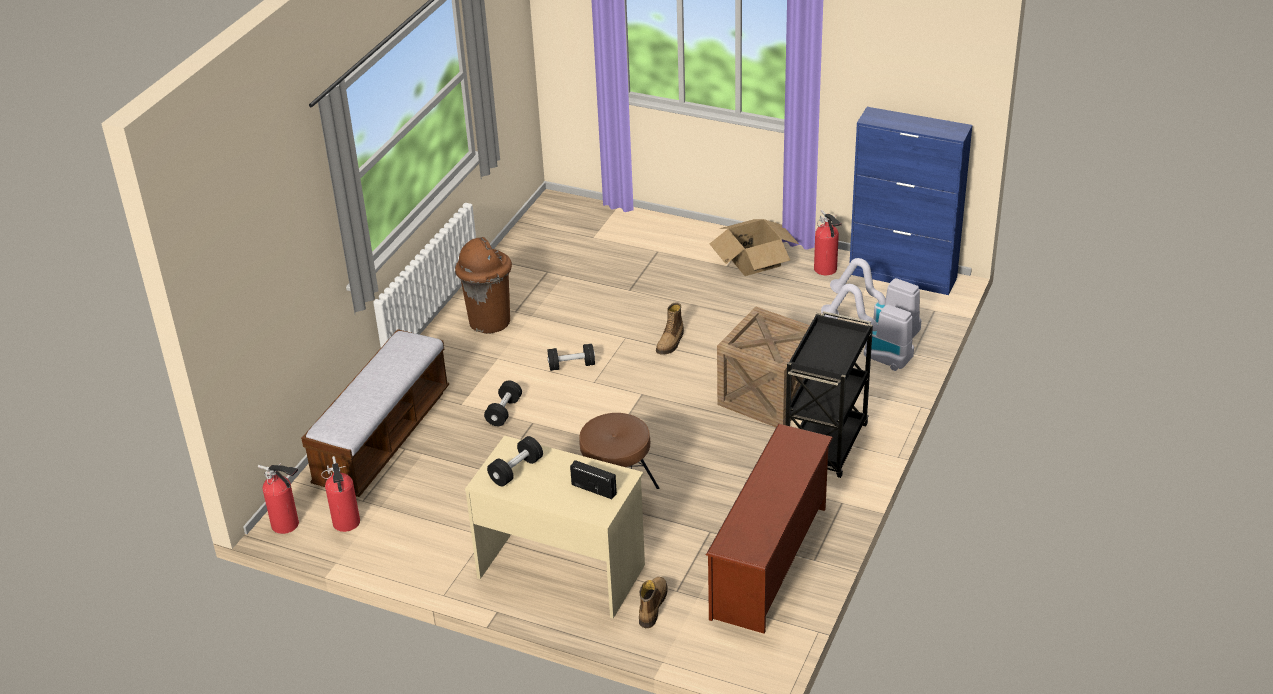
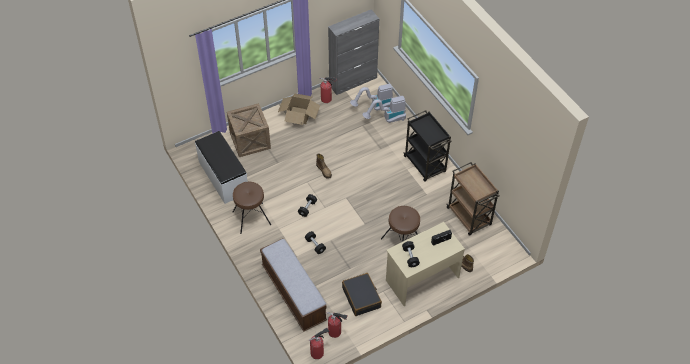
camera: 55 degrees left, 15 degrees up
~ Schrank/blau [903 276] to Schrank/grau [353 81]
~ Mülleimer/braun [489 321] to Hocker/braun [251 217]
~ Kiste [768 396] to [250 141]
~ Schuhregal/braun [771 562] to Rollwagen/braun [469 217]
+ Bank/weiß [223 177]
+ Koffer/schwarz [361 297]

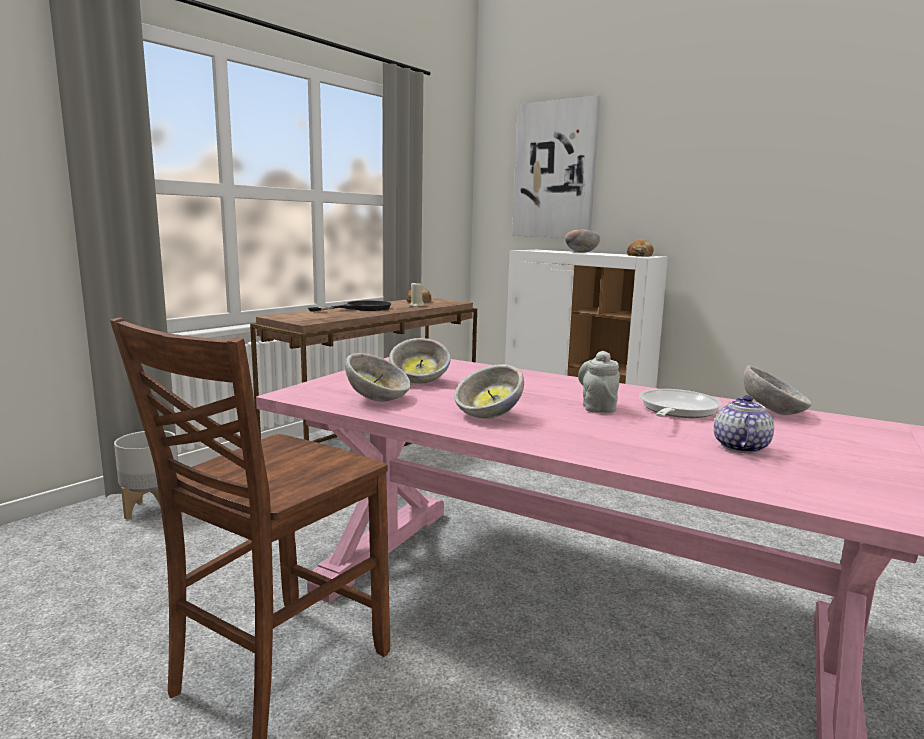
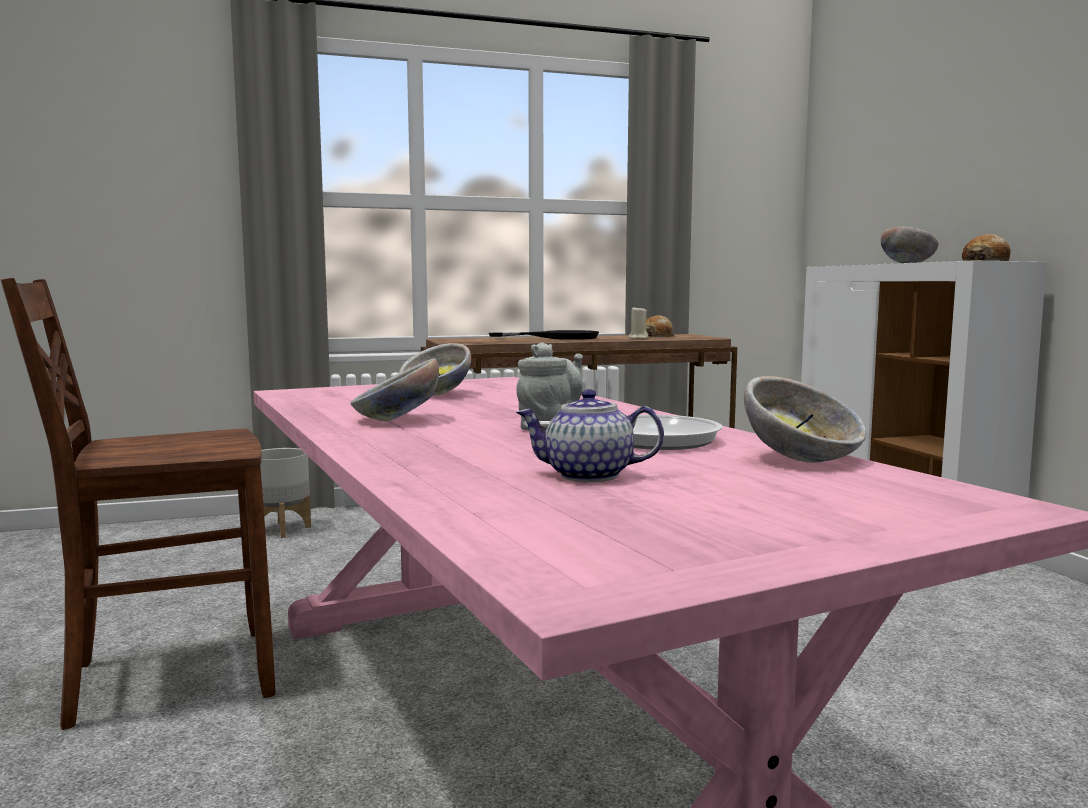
camera: 35 degrees right, 5 degrees down
- Bild [555 170]
- Schüssel [378 399]
~ Teekanne [739 447] = [587 475] 135 degrees counterclockwise

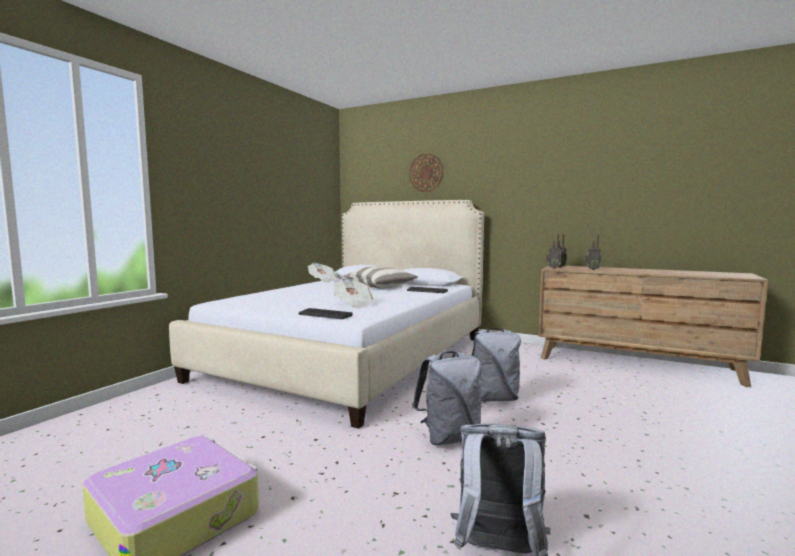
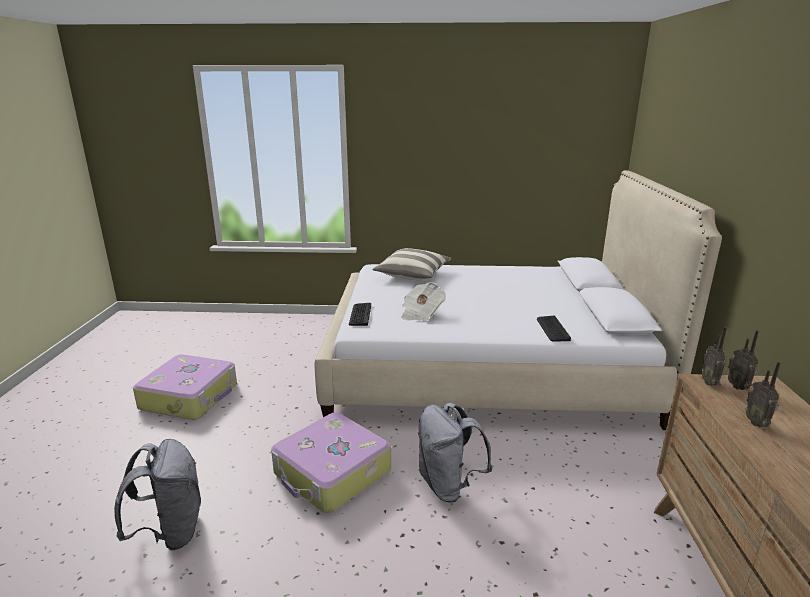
camera: 65 degrees right, 15 degrees up
- Wanduhr [426 172]
- Zeitung [322 281]
~ Kissen [379 287] to [413 274]
~ Rucksack/grau [449 438] to Koffer [332 473]

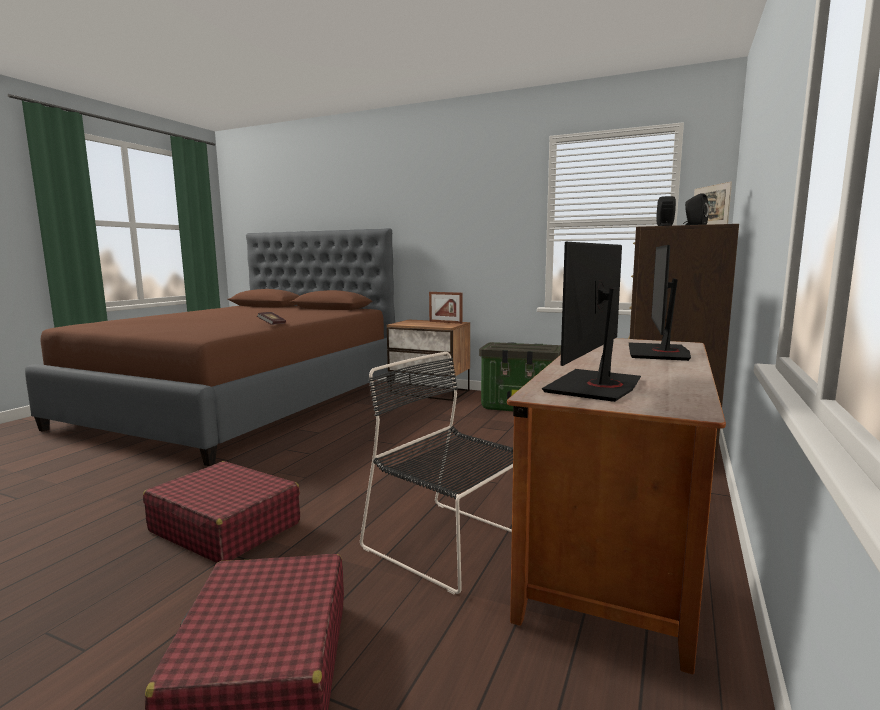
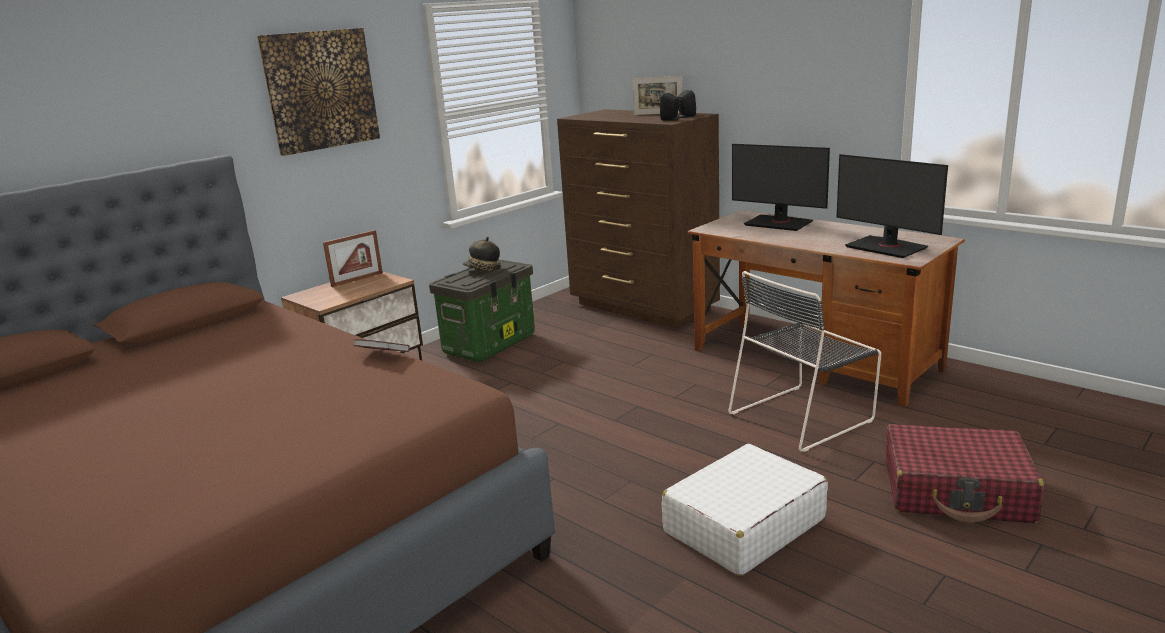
camera: 70 degrees left, 10 degrees up
~ Koffer/rot [225 527] to Koffer/weiß [743 525]
+ Bild [320 90]
+ Hut [482 269]

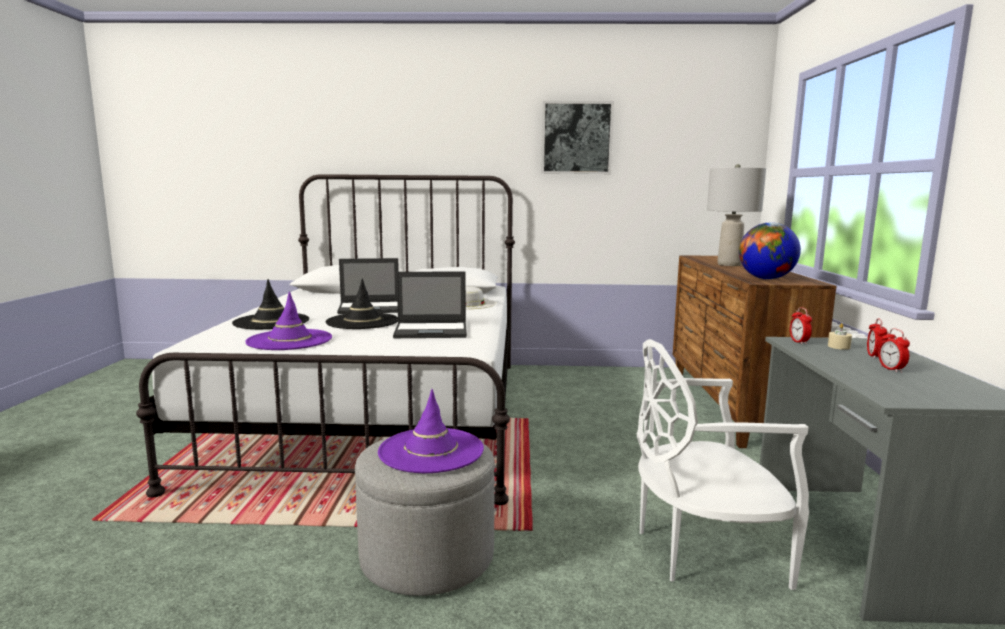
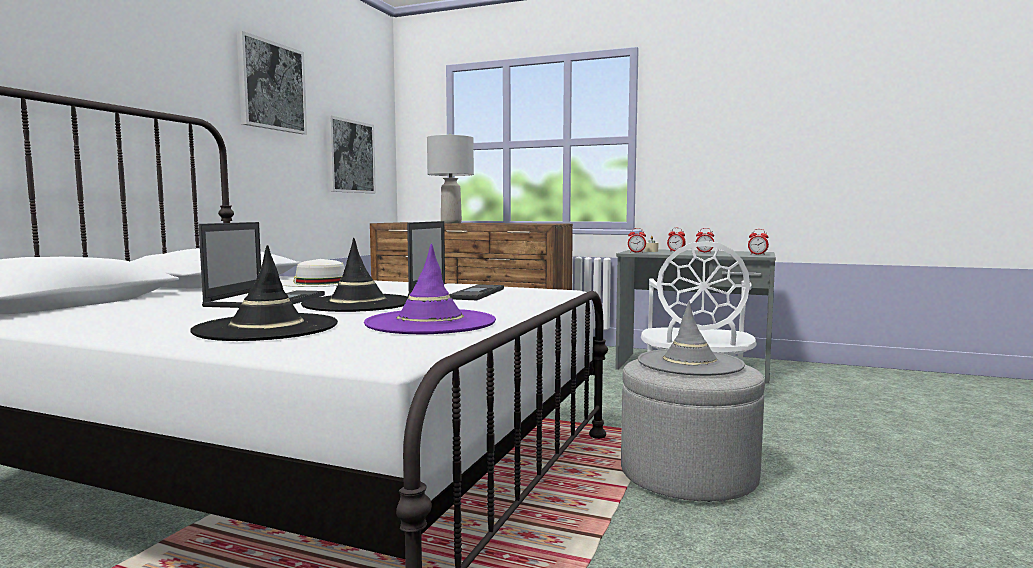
camera: 70 degrees left, 5 degrees down
- Globus [766 279]
~ Hut/lila [431 450] to Hut/grau [690 363]
+ Bild [350 156]
+ Wecker [757 254]

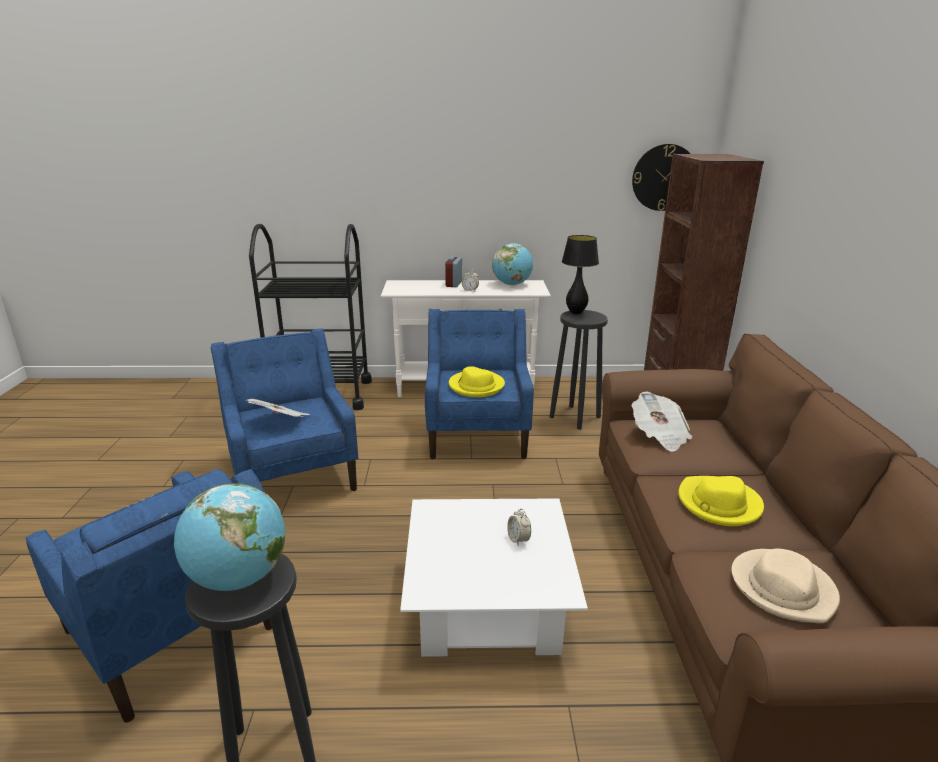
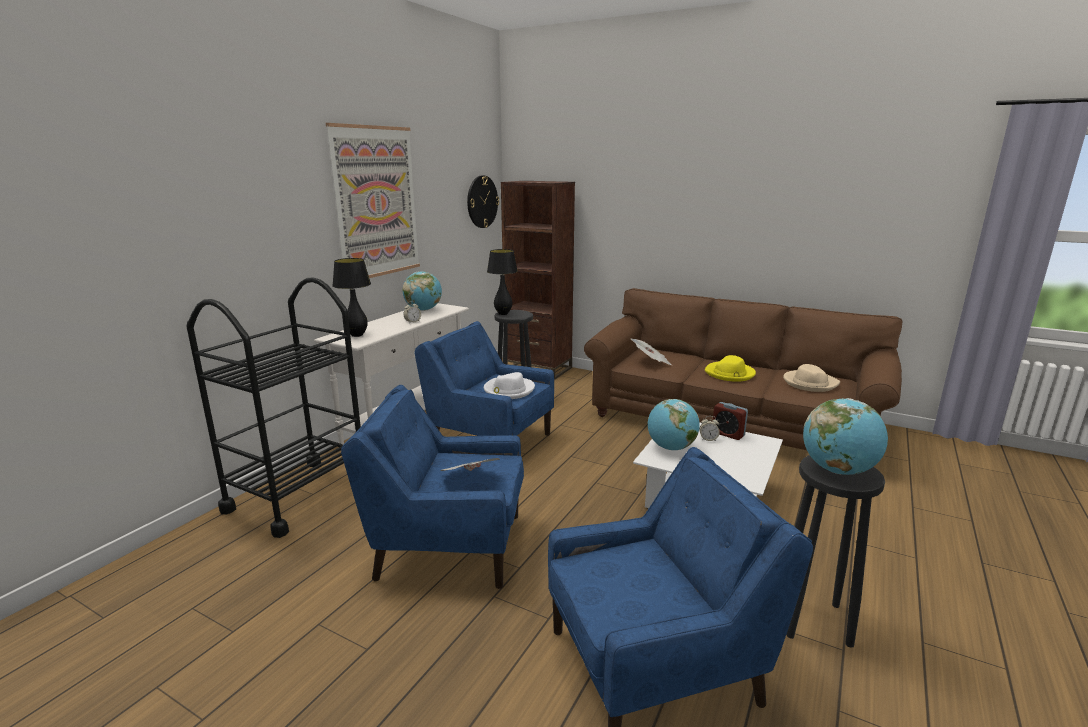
camera: 60 degrees left, 5 degrees down
~ Wecker [453 284] to [728 434]
~ Hut/gelb [476 386] to Hut/weiß [508 390]
+ Bild [376 202]
+ Tischlampe/schwarz [357 335]
+ Globus [671 448]

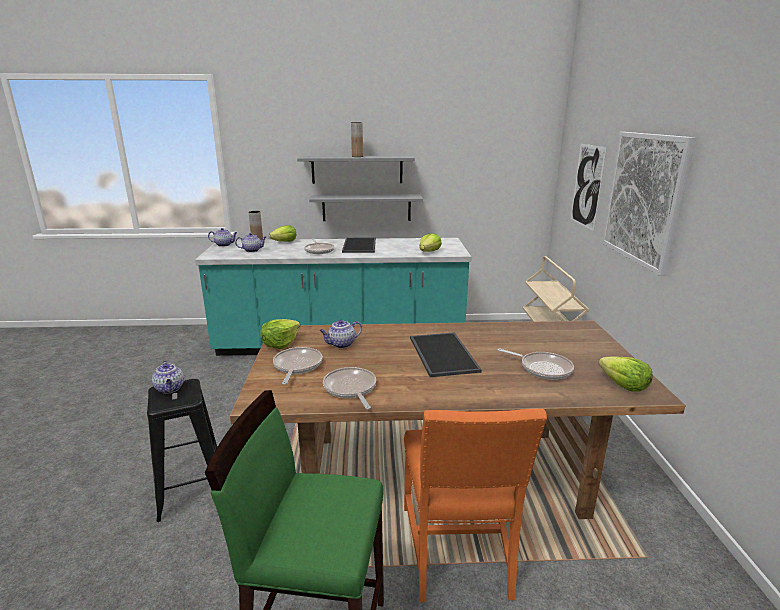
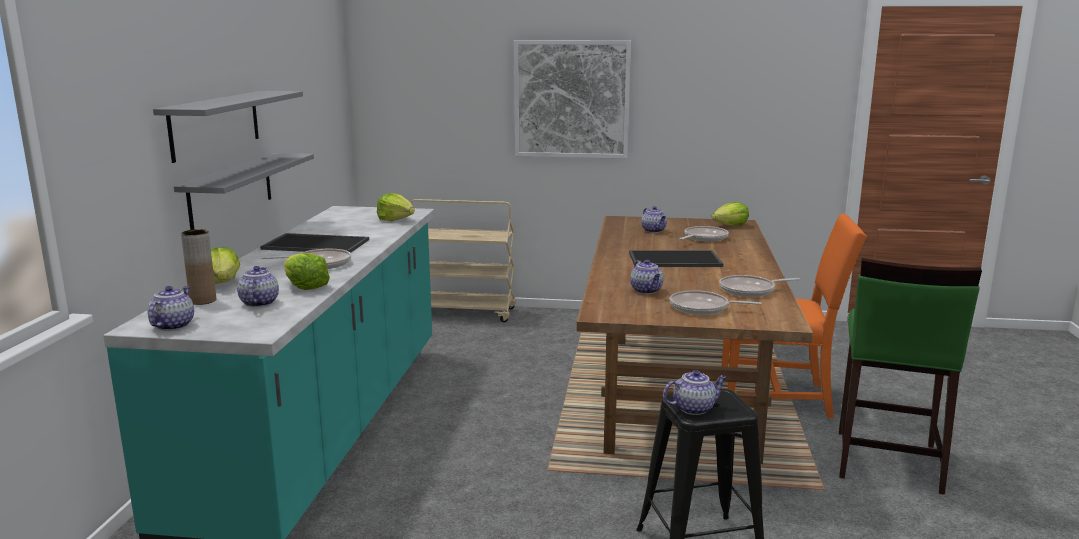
camera: 80 degrees left, 5 degrees down
- Vase/braun [357 156]
- Bild [587 186]
~ Salatkopf [280 343] to [305 286]
+ Teekanne [654 230]

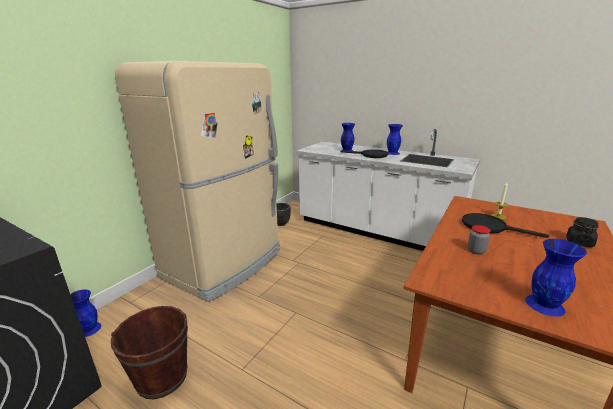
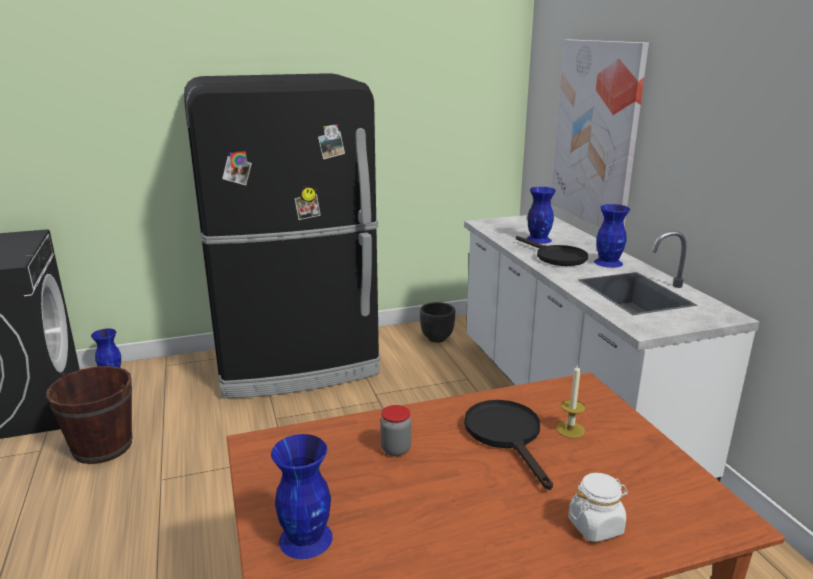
camera: 40 degrees right, 0 degrees up
~ Kühlschrank/beige [225 263] to Kühlschrank/schwarz [297 364]
~ Vorratsglas/schwarz [579 242] to Vorratsglas/weiß [595 526]
+ Bild [596 133]

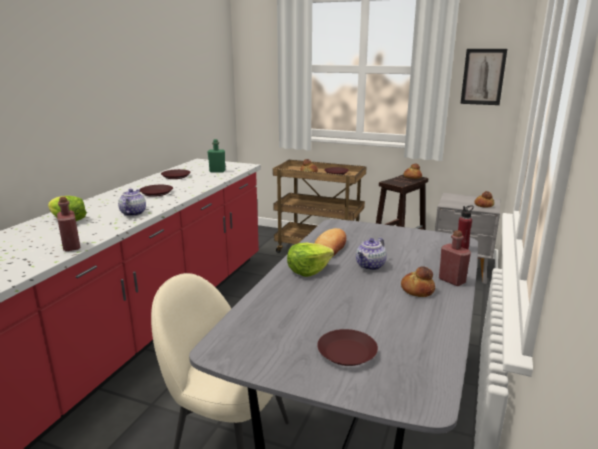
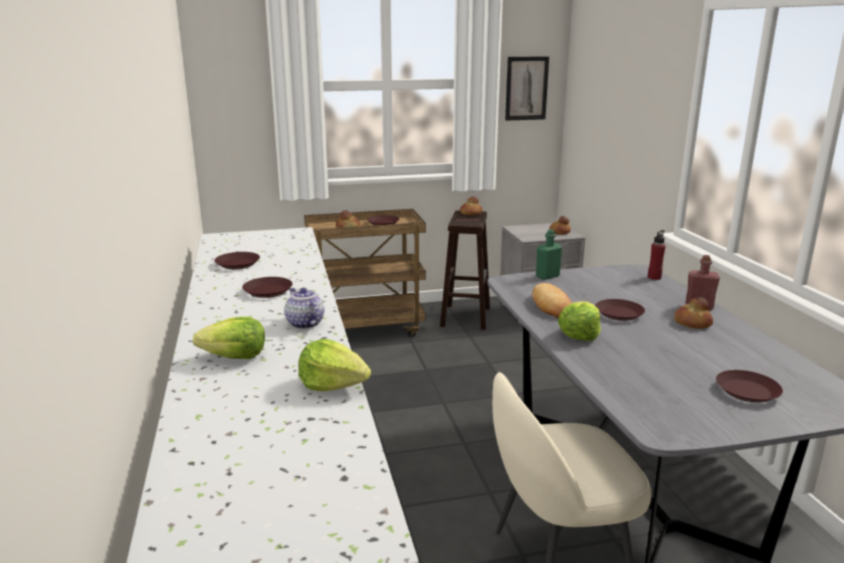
camera: 35 degrees left, 0 degrees up
~ Flasche/grün [217 171] to [547 276]
~ Flasche/rot [71 246] to Salatkopf [333 384]
~ Teekanne [370 266] to Teller/braun [619 314]

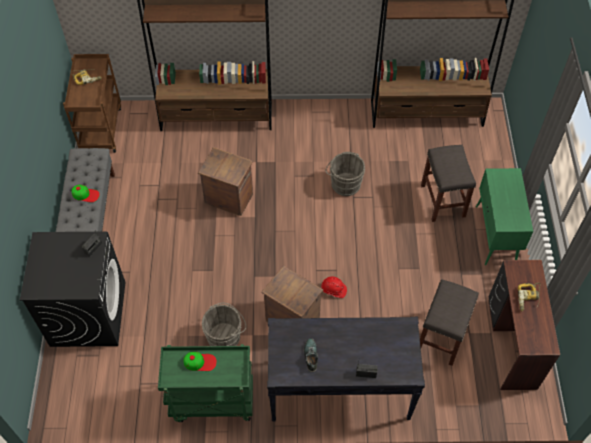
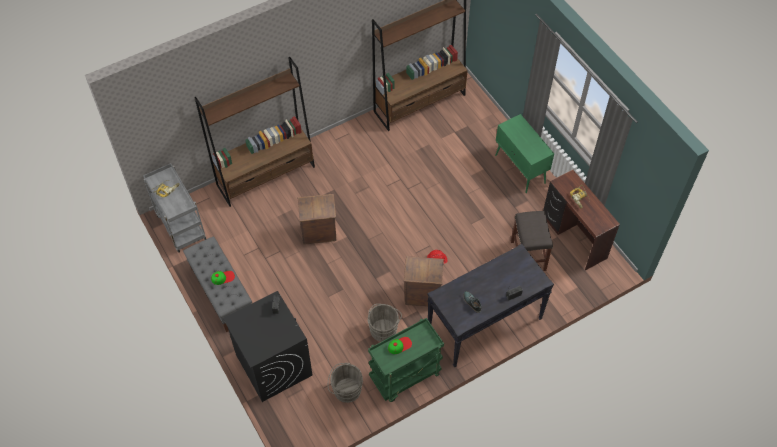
camera: 30 degrees left, 0 degrees up
~ Rollwagen/braun [100 128] to Rollwagen/grau [180 226]
- Hocker/grau [443 201]
~ Eimer/grau [344 183] to [345 390]

